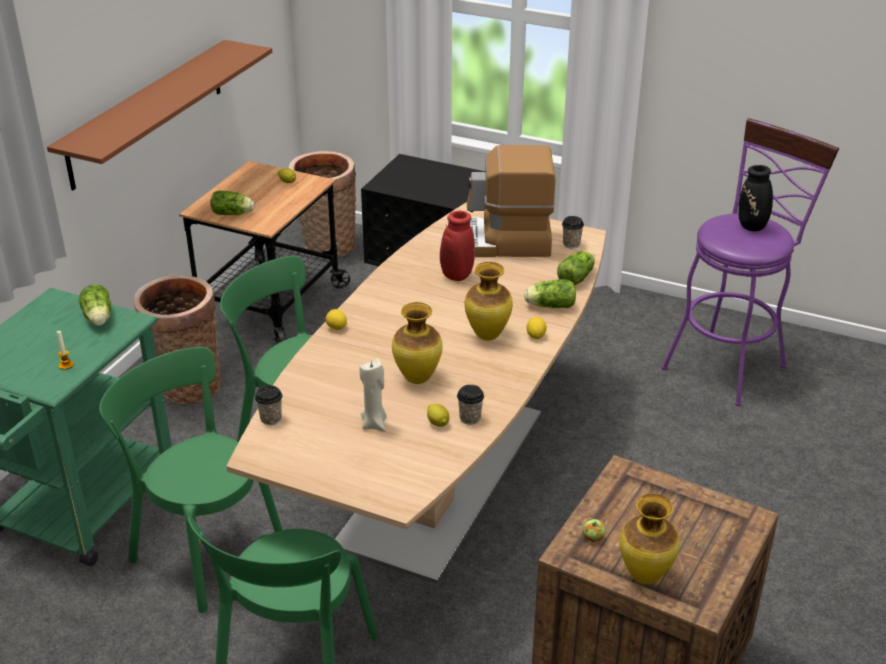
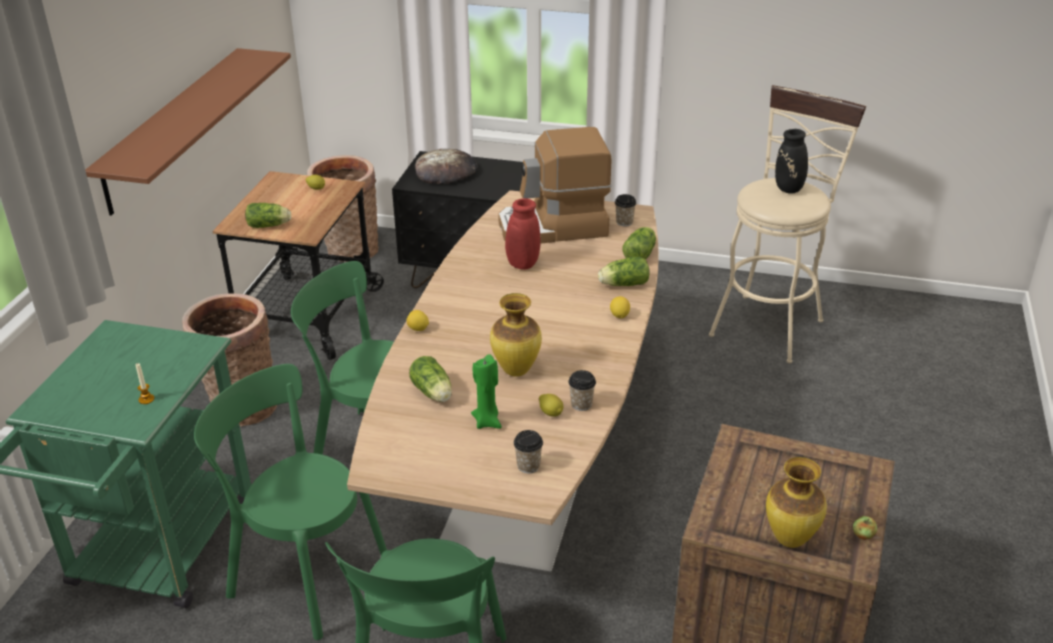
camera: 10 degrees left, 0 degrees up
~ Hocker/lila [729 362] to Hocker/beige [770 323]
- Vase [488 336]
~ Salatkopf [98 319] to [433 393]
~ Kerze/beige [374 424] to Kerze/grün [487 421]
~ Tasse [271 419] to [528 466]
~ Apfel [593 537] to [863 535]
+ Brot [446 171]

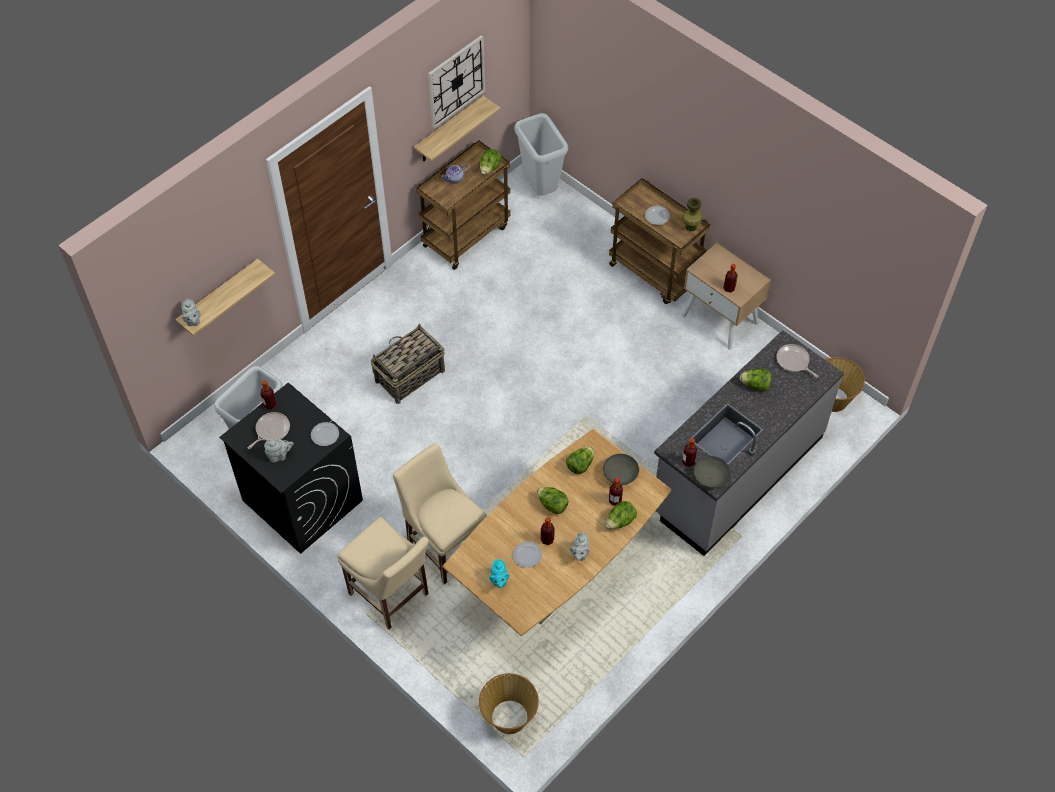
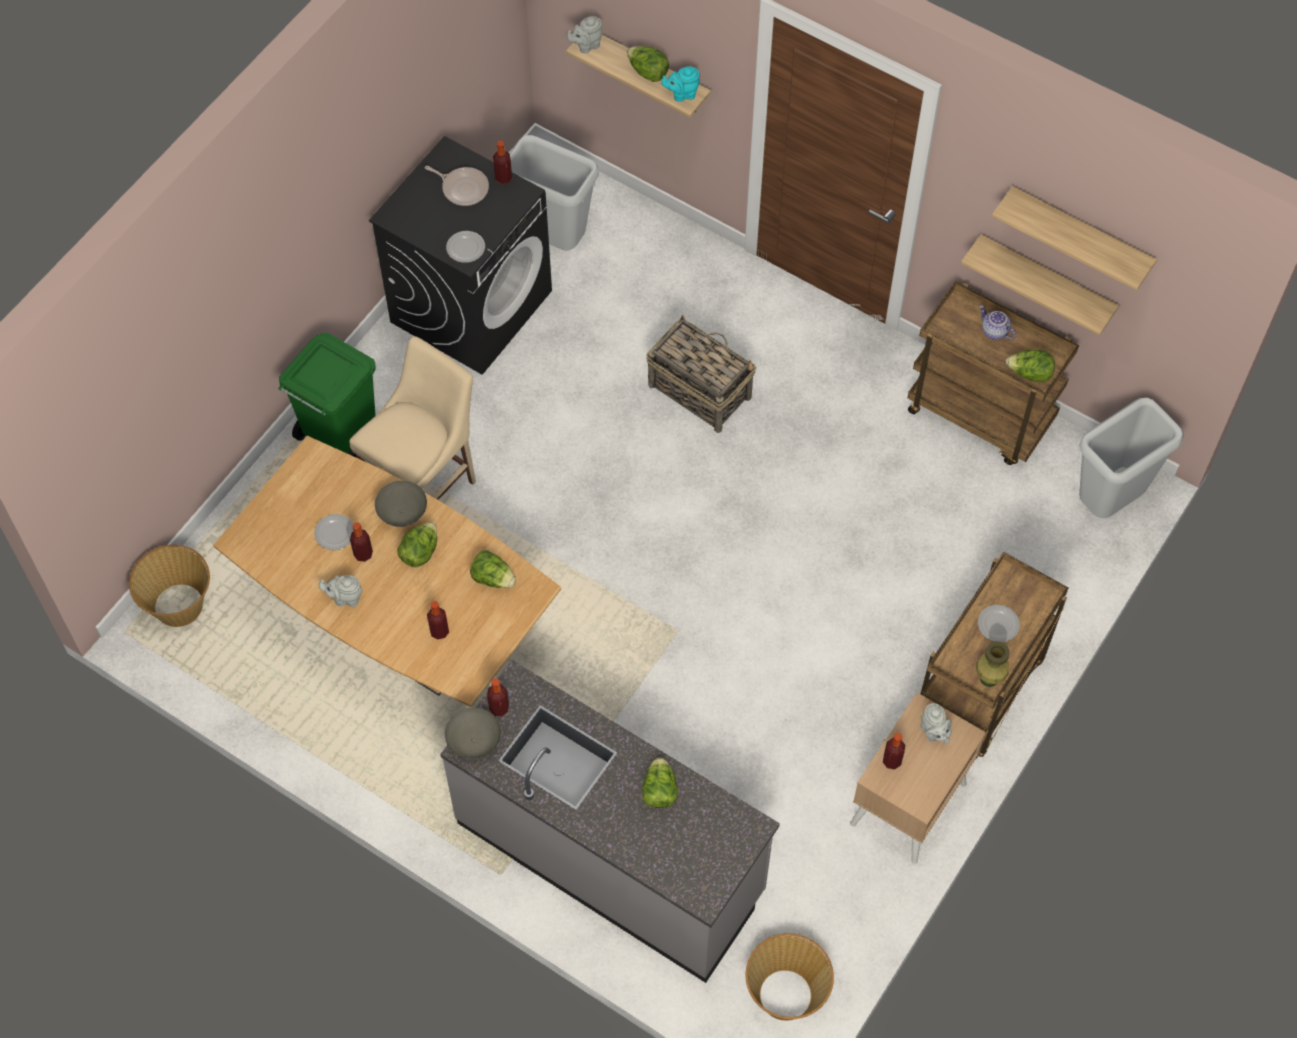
camera: 80 degrees right, 5 degrees up
~ Wanduhr [456 81] to Wandregal [1079 236]
- Pfanne [793 361]
~ Teekanne/grau [279 455] to [934 732]
~ Schüssel/grau [620 476] to [402 512]
~ Salatkopf [620 521] to [647 72]
~ Stuhl/beige [391 597] to Mülleimer/grün [340 437]
~ Teekanne/türkis [499 581] to [682 94]

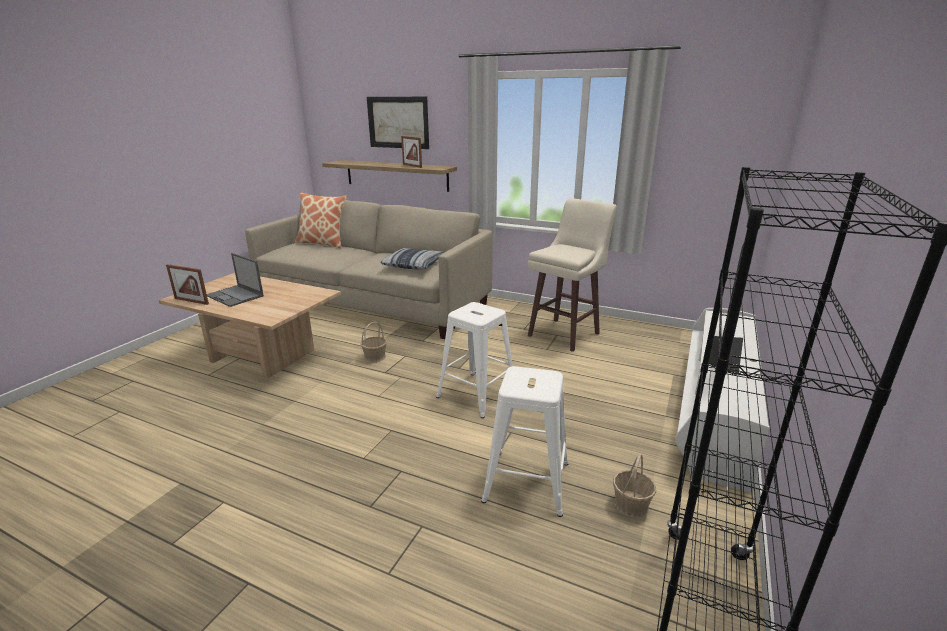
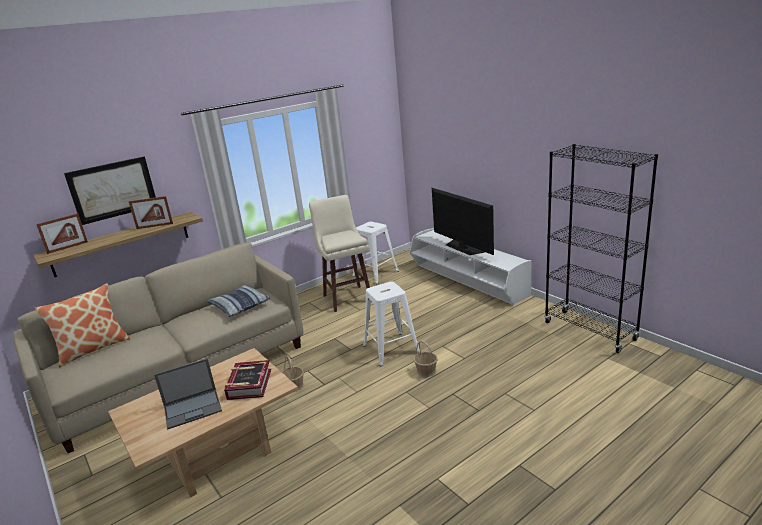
camera: 60 degrees left, 0 degrees up
~ Bilderrahmen [191 301] to [67 247]
~ Hocker/weiß [527 482] to [376 274]
~ Korb [631 505] to [426 371]
+ Buch [249 384]

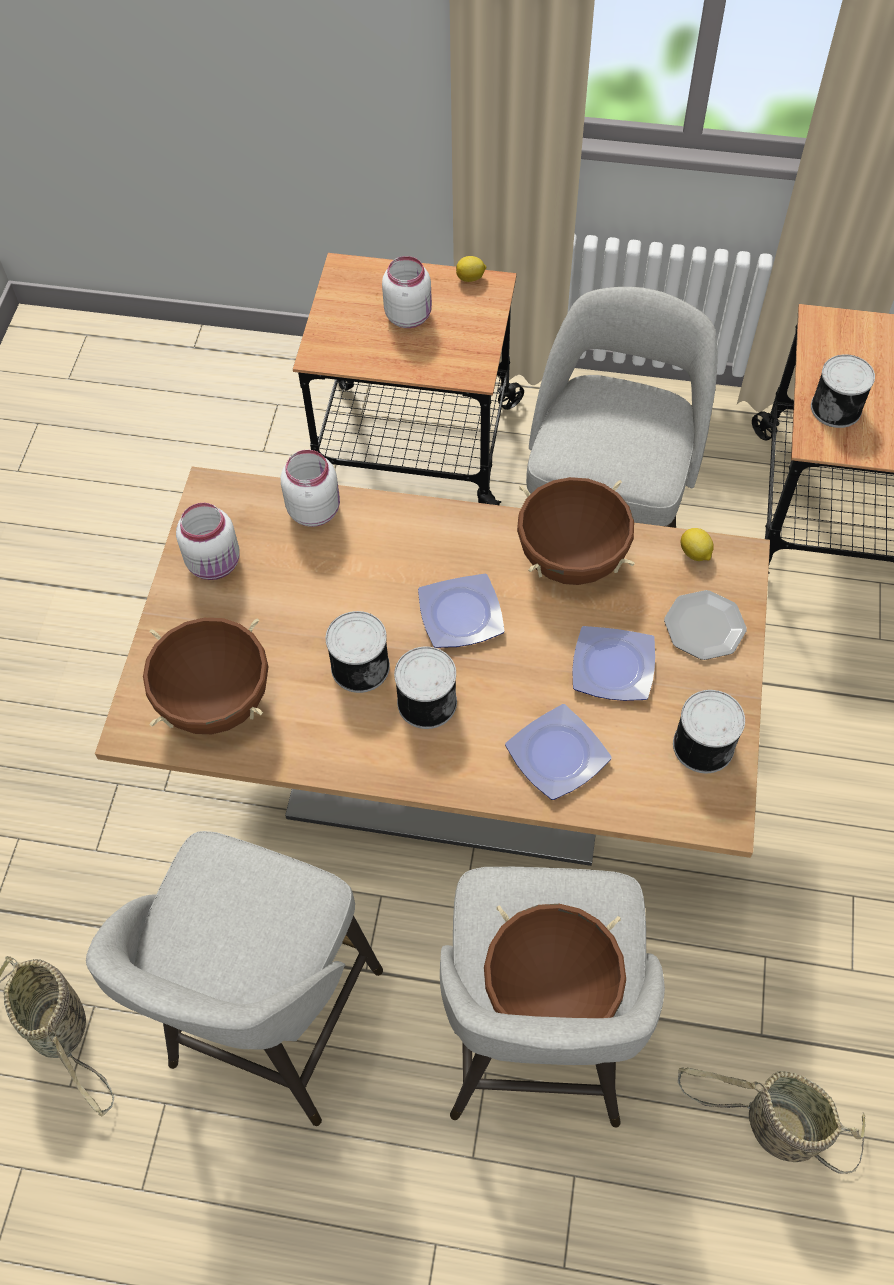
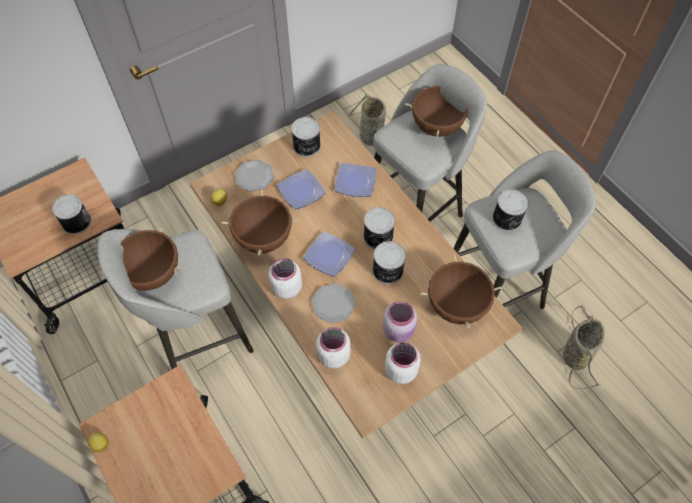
camera: 135 degrees left, 0 degrees up
~ Vorratsglas/weiß [409 315] to [286 288]
+ Dose [507 219]
+ Kochtopf/braun [153 274]
+ Teller [333 303]
+ Vorratsglas/rosa [399 330]

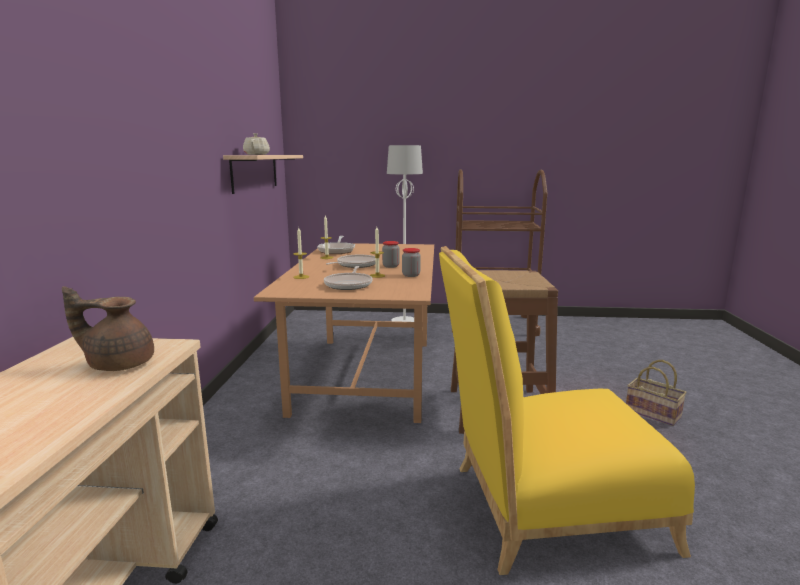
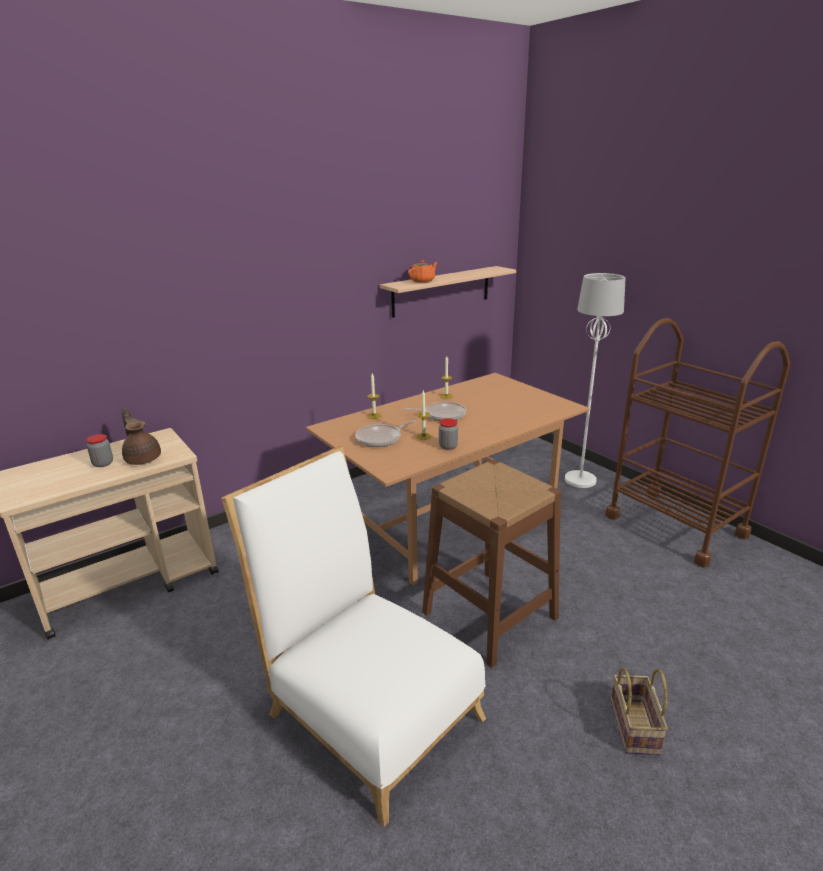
camera: 50 degrees right, 10 degrees up
~ Teekanne/beige [257 154] to Teekanne/orange [423 281]
- Pfanne [337 250]
~ Vorratsglas [390 266] to [103 463]
~ Stuhl/gelb [545 508] to Stuhl/weiß [367 707]

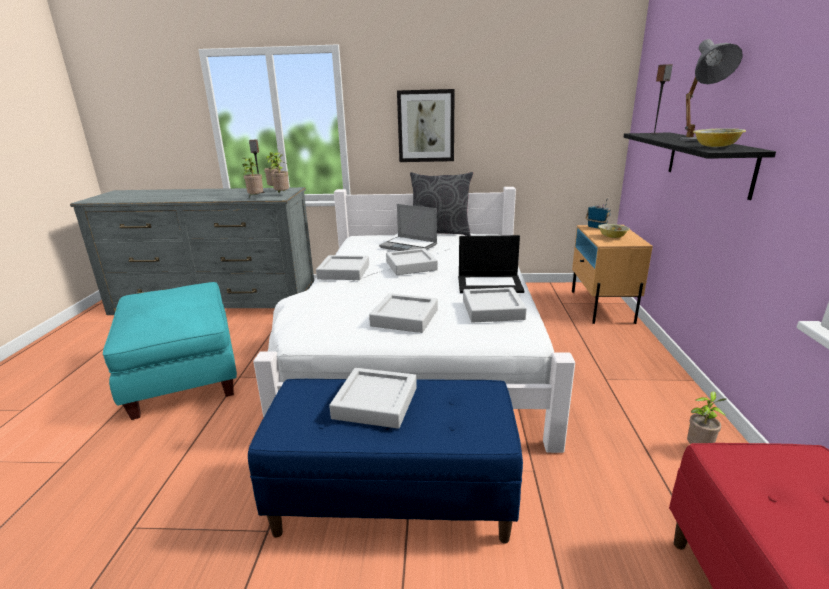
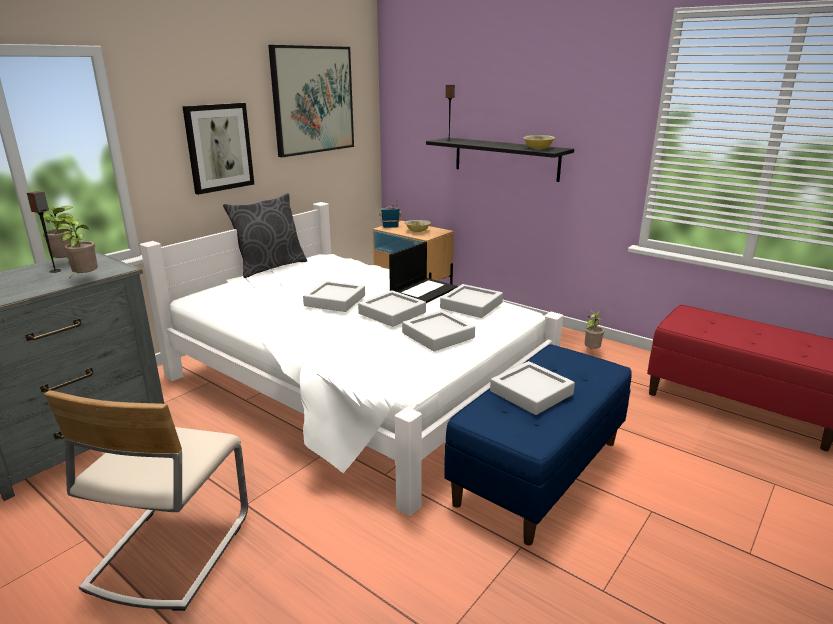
camera: 55 degrees left, 0 degrees up
- Tischlampe/grau [697 140]
- Topfpflanze [282 195]
- Laptop [409 246]
~ Tablett/grau [344 272] to [392 313]
~ Polsterhocker/türkis [183 374] to Stuhl/beige [169 550]
+ Bild [313 100]

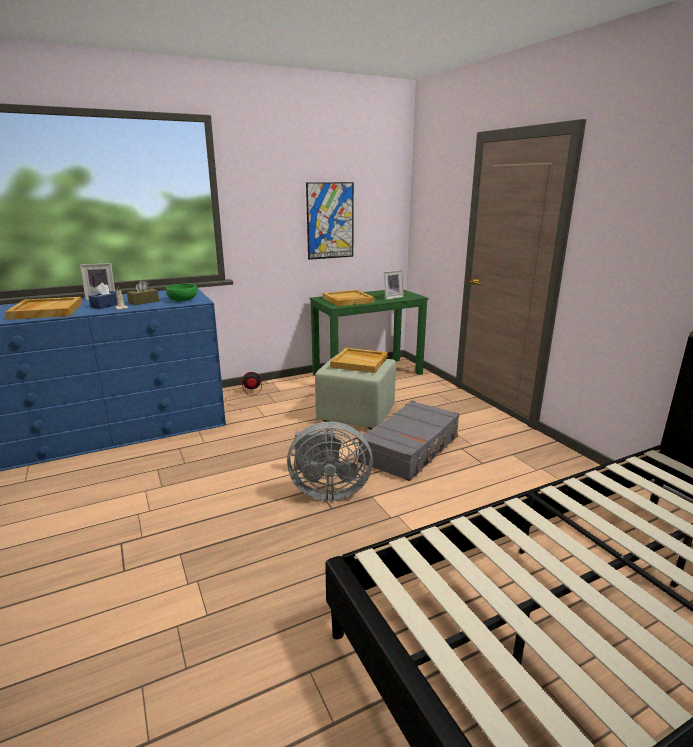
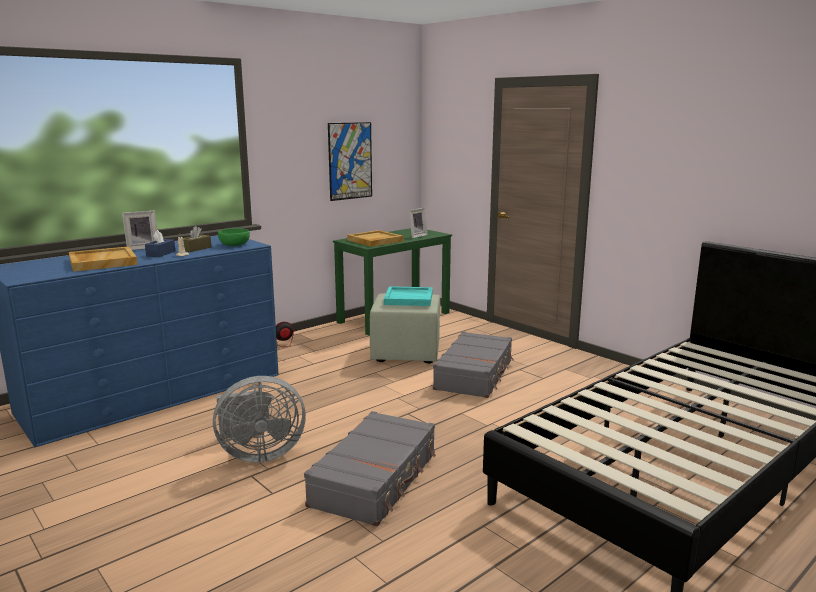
camera: 15 degrees left, 5 degrees down
~ Tablett/beige [360 362] to Tablett/türkis [409 298]
~ Ventilator/grau [327 491] to [258 454]
+ Koffer/grau [376 479]

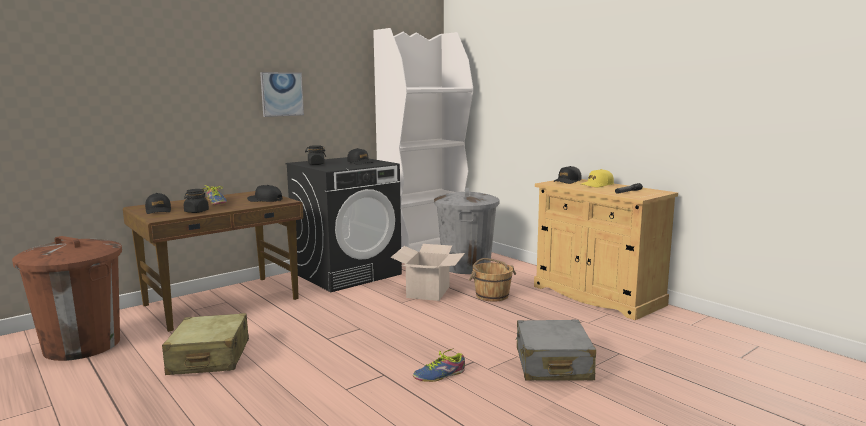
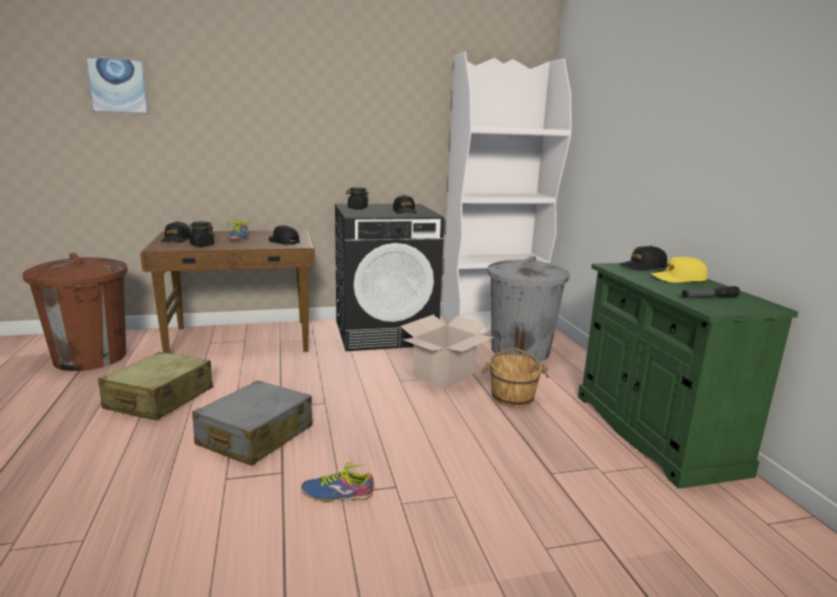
camera: 25 degrees right, 5 degrees up
~ Bild [282 94] to [118 86]
~ Schrank/beige [597 295] to Schrank/grün [655 432]
~ Koffer/grau [553 364] to [255 436]

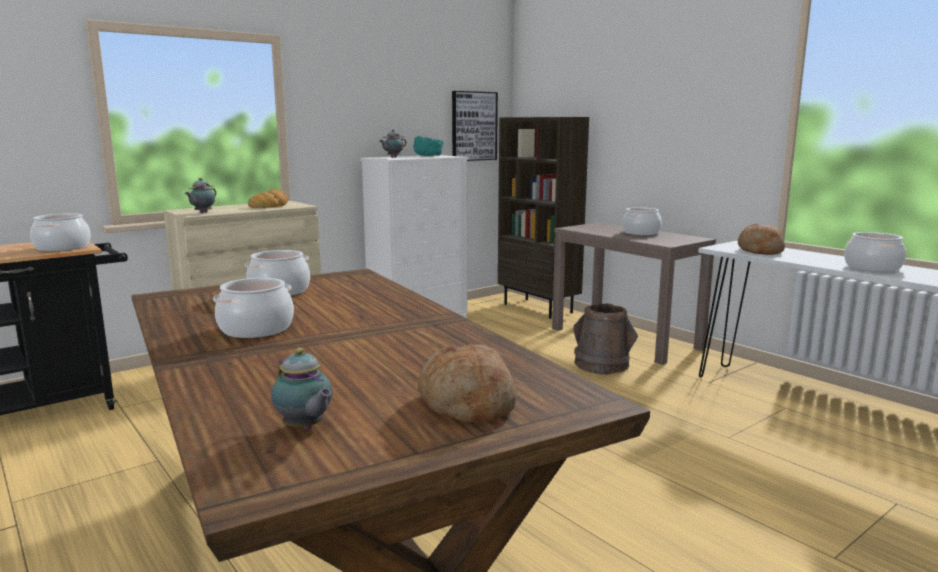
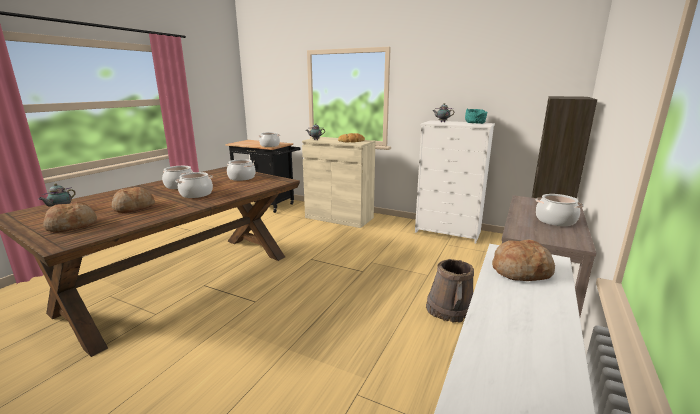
camera: 65 degrees right, 5 degrees up
- Bild [473 126]
~ Kochtopf [872 267] to [196 194]
+ Brot [134 208]

